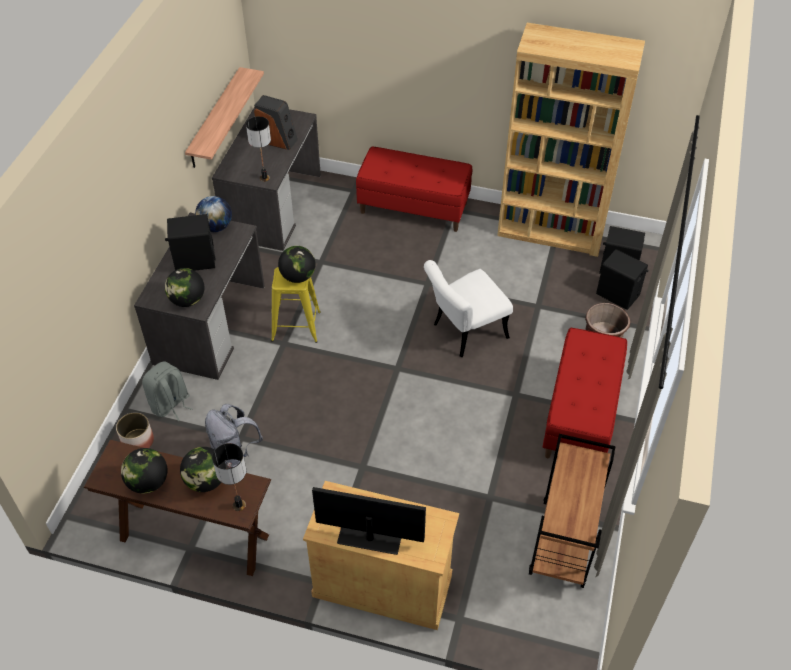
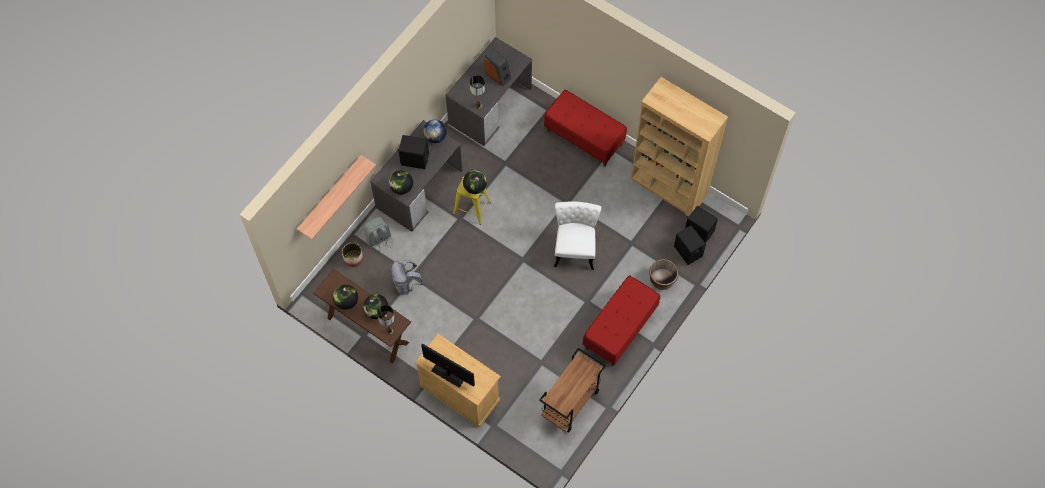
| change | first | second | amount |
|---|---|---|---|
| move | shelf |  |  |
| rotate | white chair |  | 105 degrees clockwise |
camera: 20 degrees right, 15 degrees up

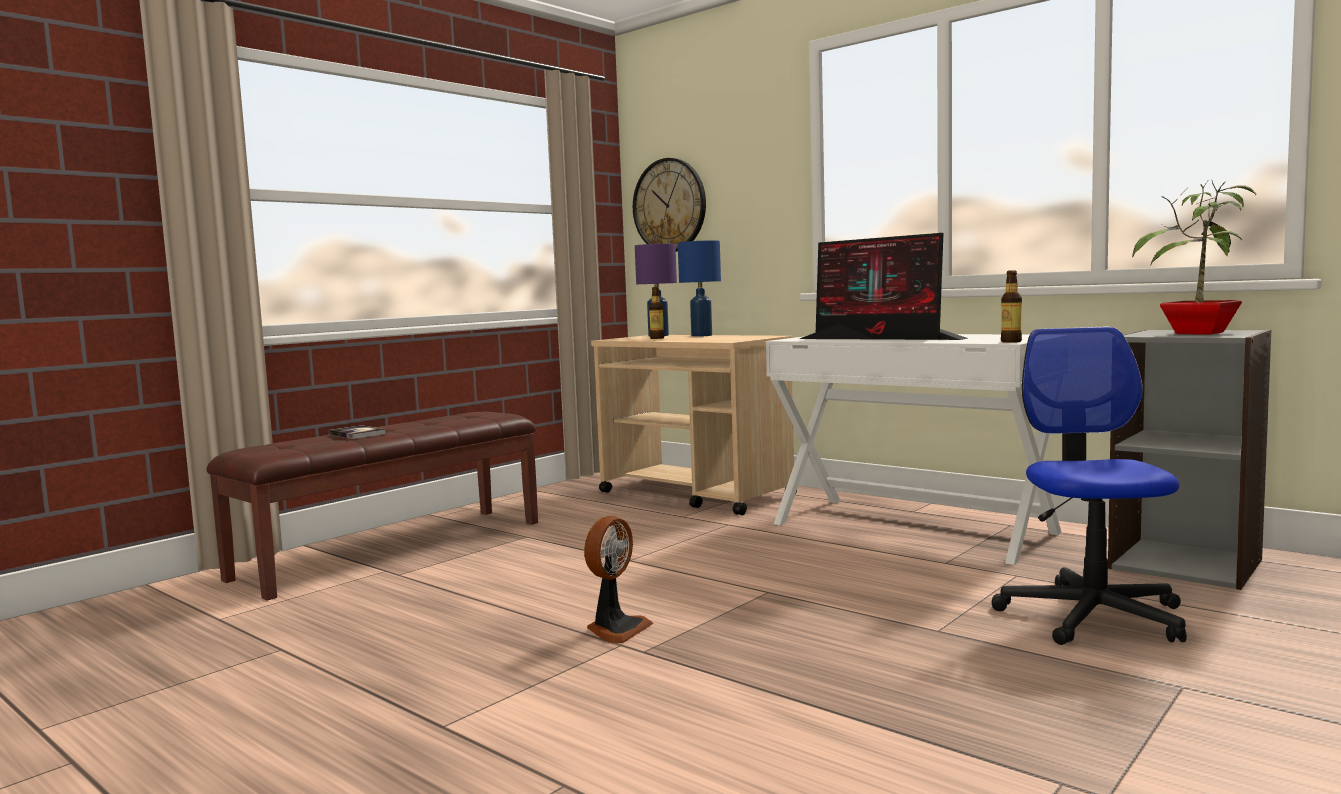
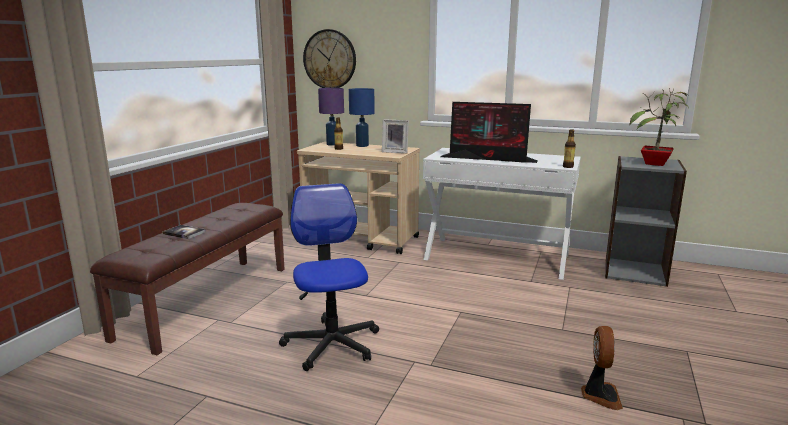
| change | first | second | amount |
|---|---|---|---|
| move | office chair |  |  |
| insert |  | picture frame |  |
| move | fan |  |  |
camera: 20 degrees left, 10 degrees up

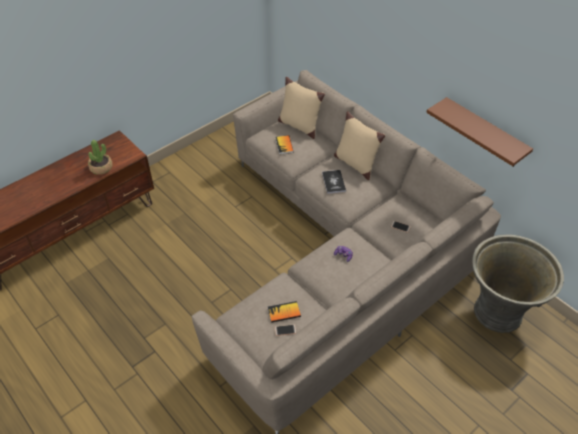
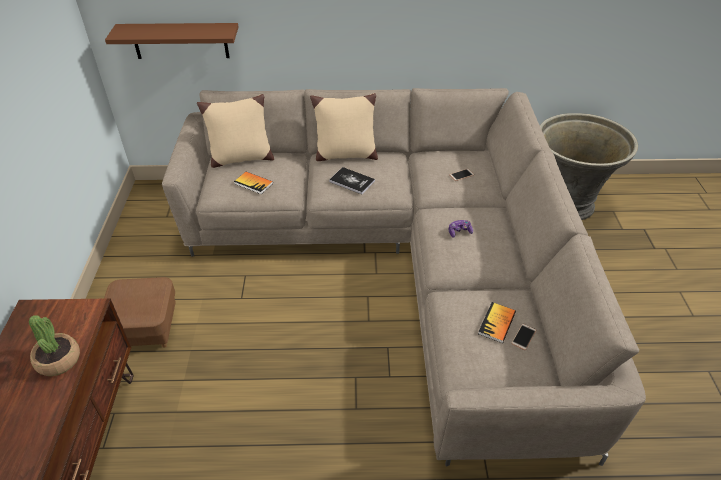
| change | first | second | amount |
|---|---|---|---|
| insert |  | brown ottoman |  |
| move | brown shelf |  |  |
camera: 50 degrees left, 5 degrees down

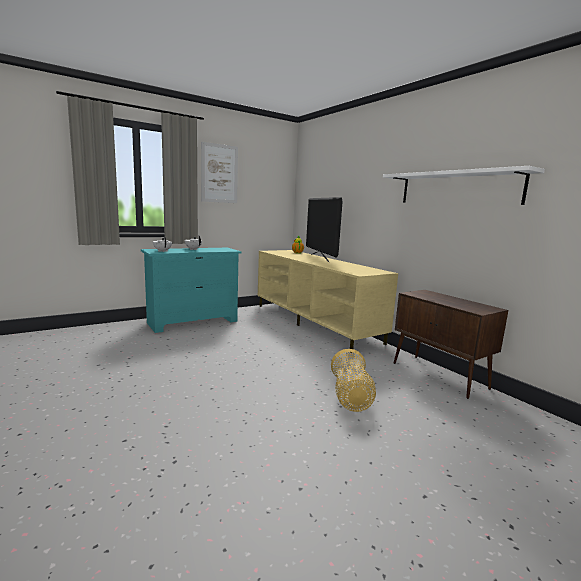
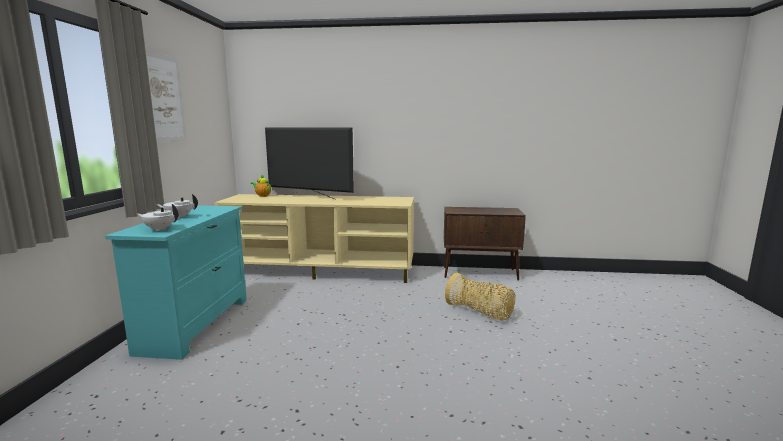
| change | first | second | amount |
|---|---|---|---|
| delete | white shelf |  |  |
camera: 50 degrees left, 0 degrees up

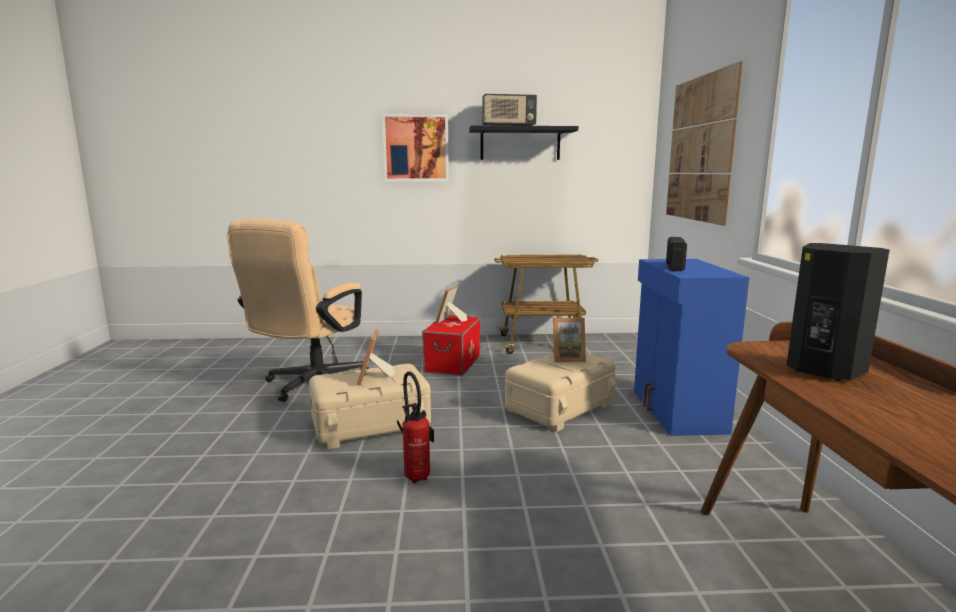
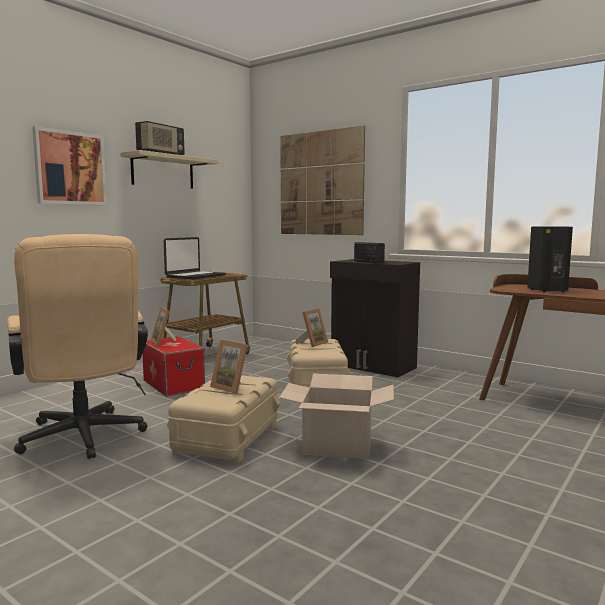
| change | first | second | amount |
|---|---|---|---|
| recolor | black shelf | beige shelf |  |
| insert |  | laptop |  |
| replace | fire extinguisher | cardboard box |  |
| recolor | blue cabinet | black cabinet |  |
camera: 50 degrees left, 5 degrees down

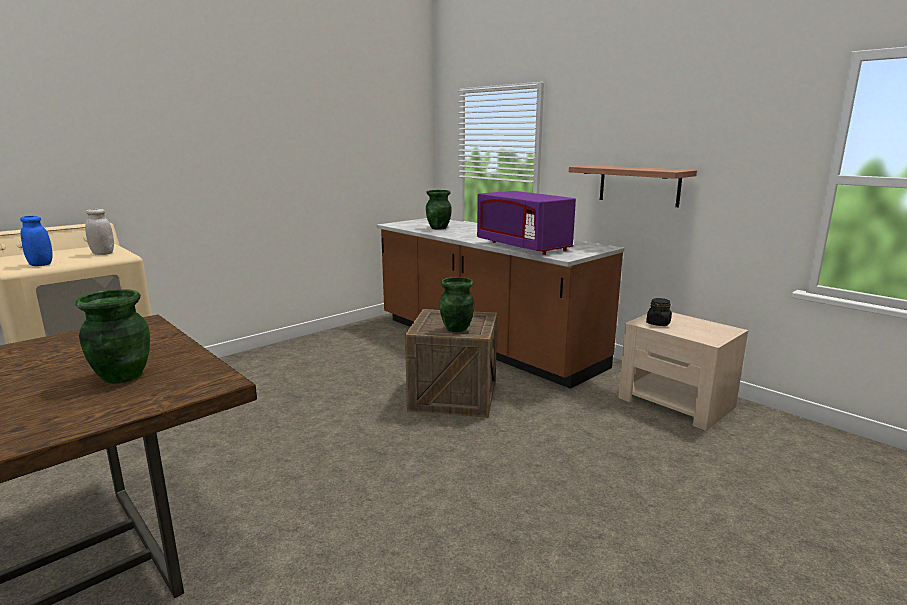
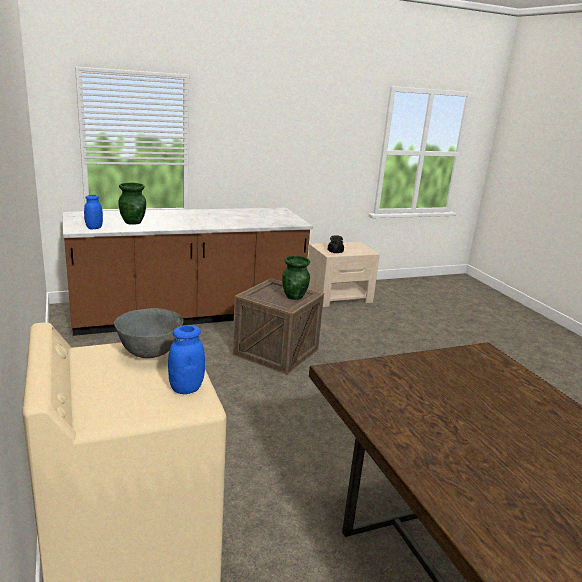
| change | first | second | amount |
|---|---|---|---|
| insert |  | blue jar (1st from left) |  |
| replace | white jar | grey bowl |  |
| delete | green vase (1st from left) |  |  |
| delete | purple microwave |  |  |
| delete | shelf |  |  |
camera: 70 degrees left, 5 degrees up

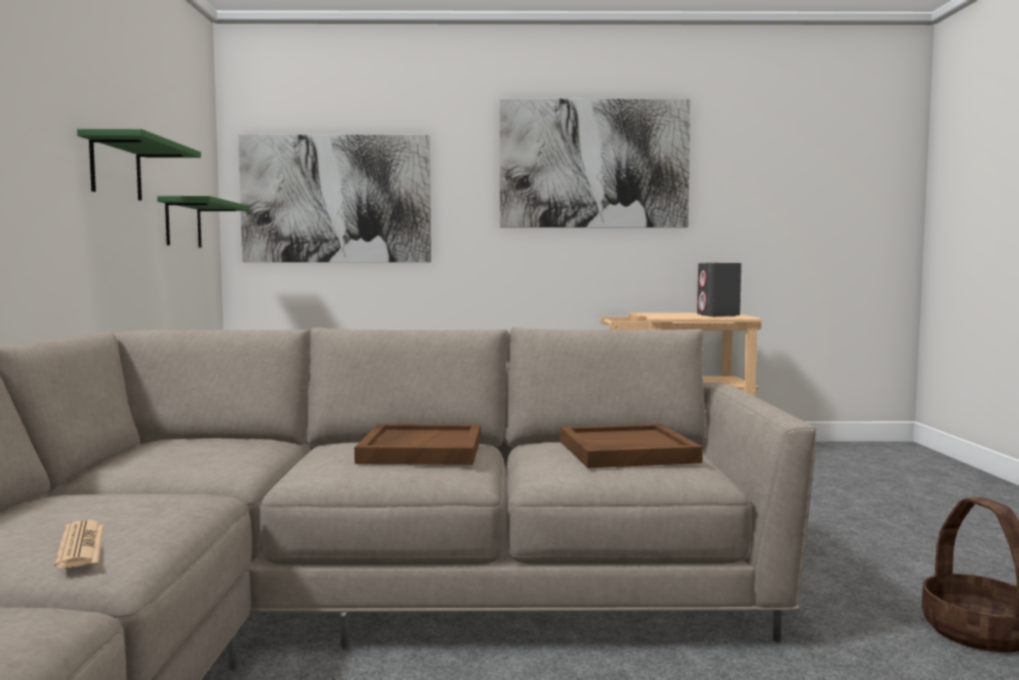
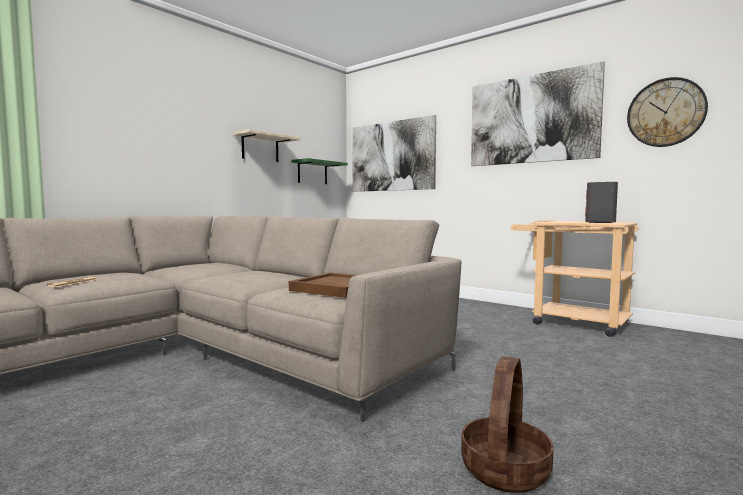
| change | first | second | amount |
|---|---|---|---|
| recolor | green shelf (1st from left) | beige shelf |  |
| insert |  | wall clock |  |
| delete | brown tray (1st from left) |  |  |
camera: 40 degrees right, 0 degrees up

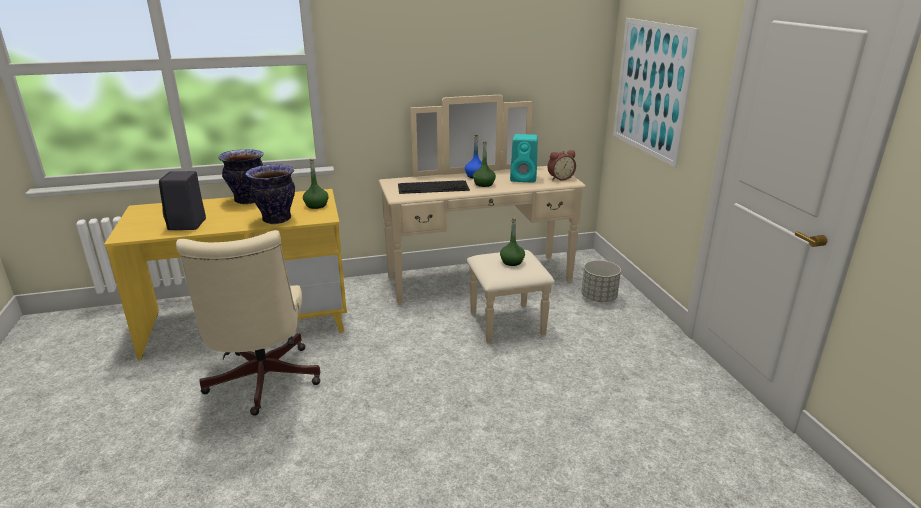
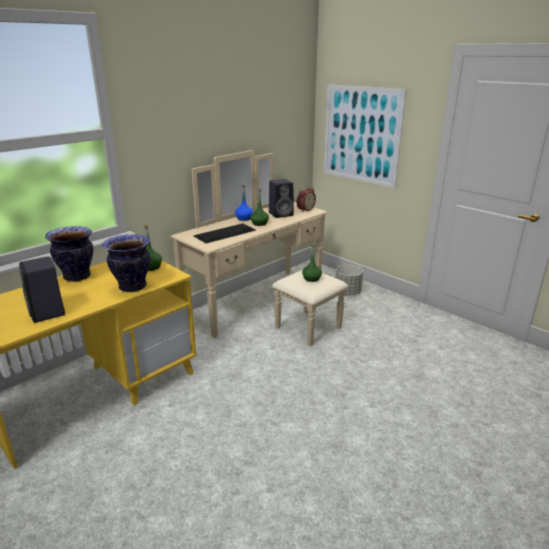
| change | first | second | amount |
|---|---|---|---|
| recolor | turquoise speaker | black speaker (2nd from left) |  |
| delete | beige office chair |  |  |
camera: 30 degrees left, 0 degrees up

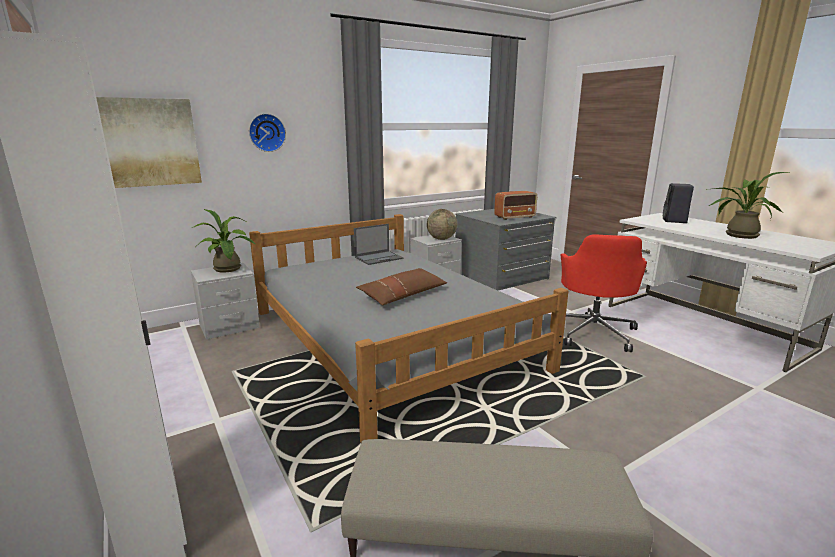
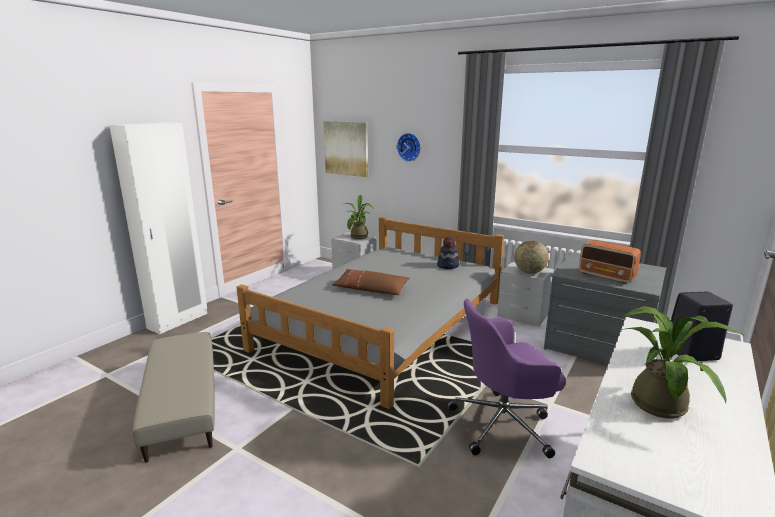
| change | first | second | amount |
|---|---|---|---|
| replace | laptop | hat |  |
| recolor | red office chair | purple office chair |  |
camera: 65 degrees right, 0 degrees up

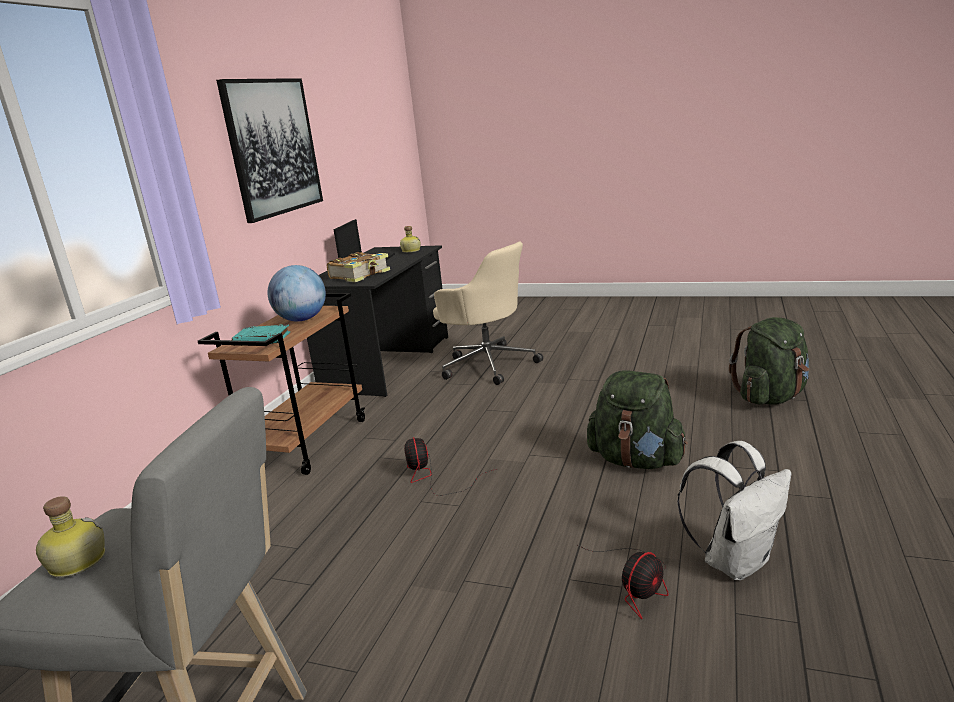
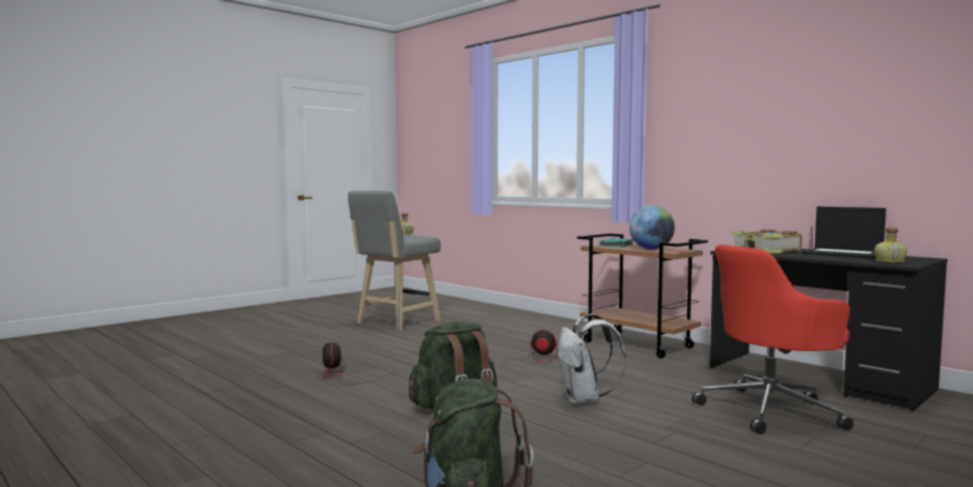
| change | first | second | amount |
|---|---|---|---|
| move | white backpack |  |  |
| recolor | beige office chair | red office chair |  |
| delete | picture |  |  |
camera: 115 degrees right, 15 degrees down

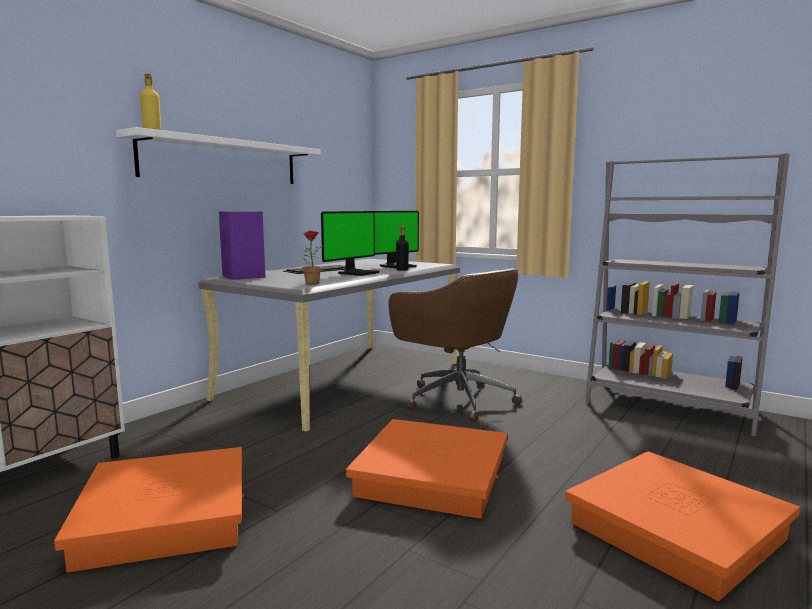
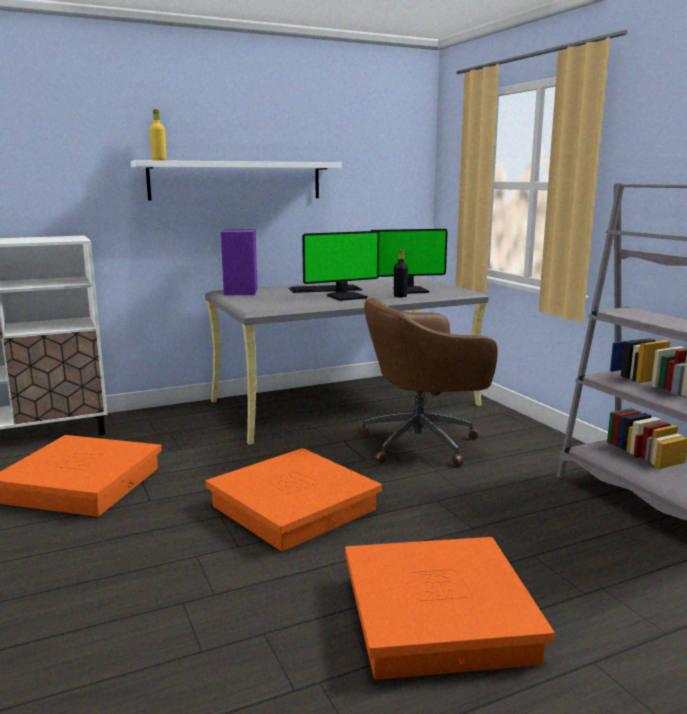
| change | first | second | amount |
|---|---|---|---|
| rotate | brown office chair |  | 90 degrees clockwise |
| delete | potted plant |  |  |
camera: 30 degrees right, 5 degrees up

